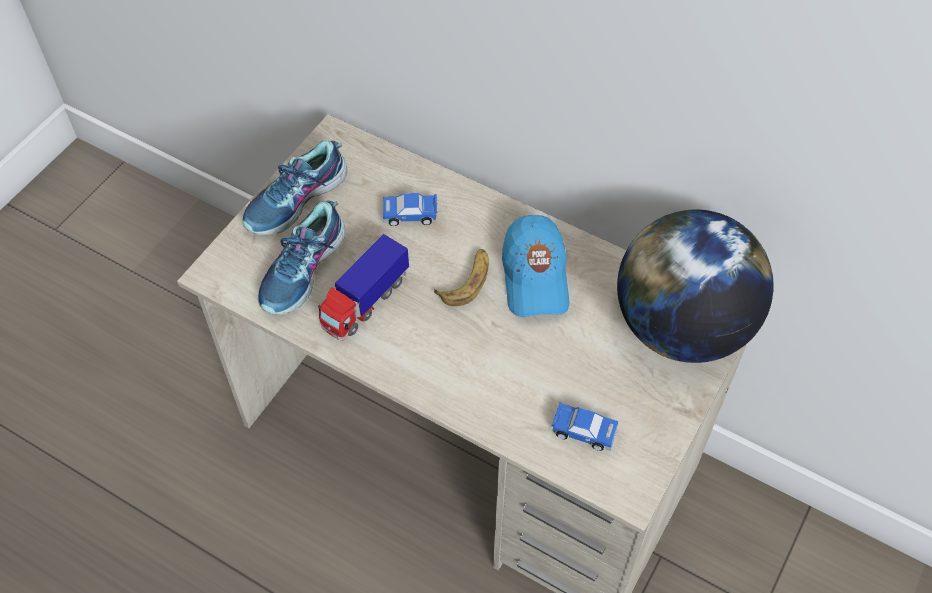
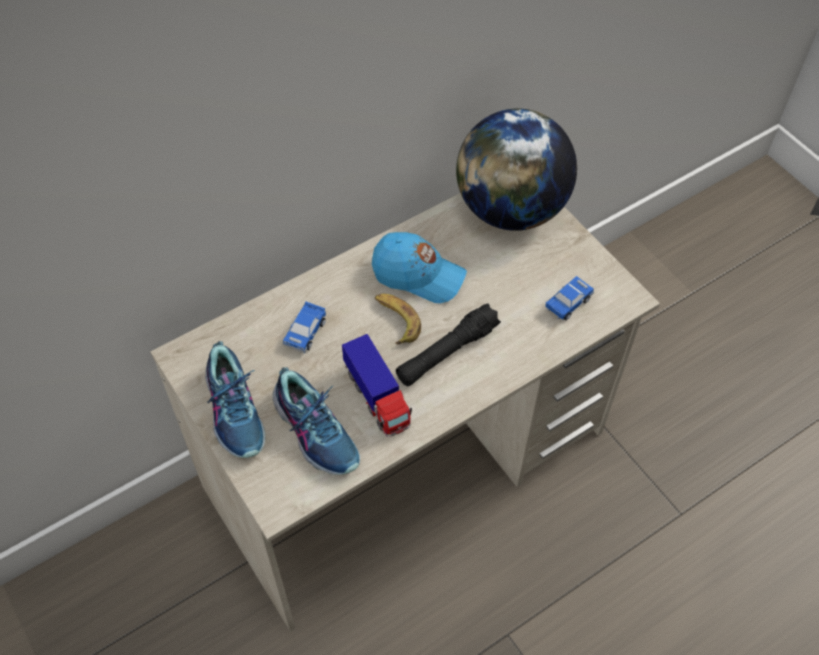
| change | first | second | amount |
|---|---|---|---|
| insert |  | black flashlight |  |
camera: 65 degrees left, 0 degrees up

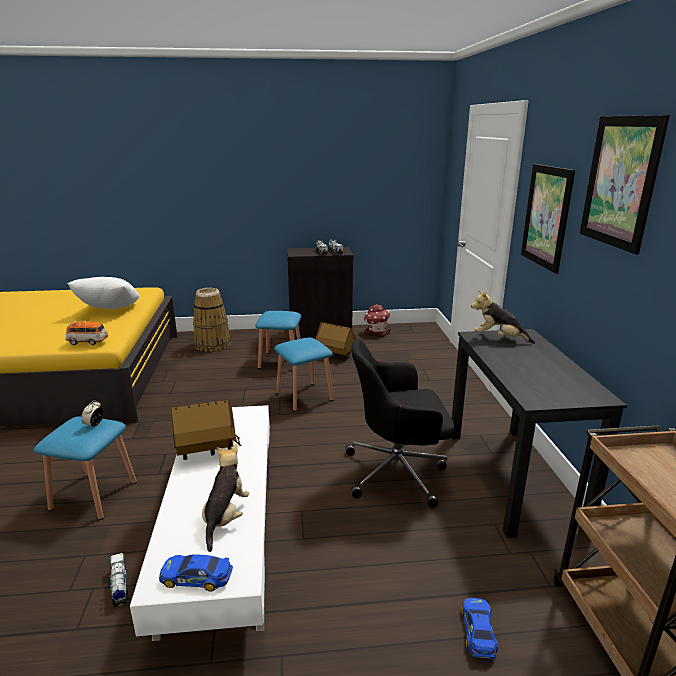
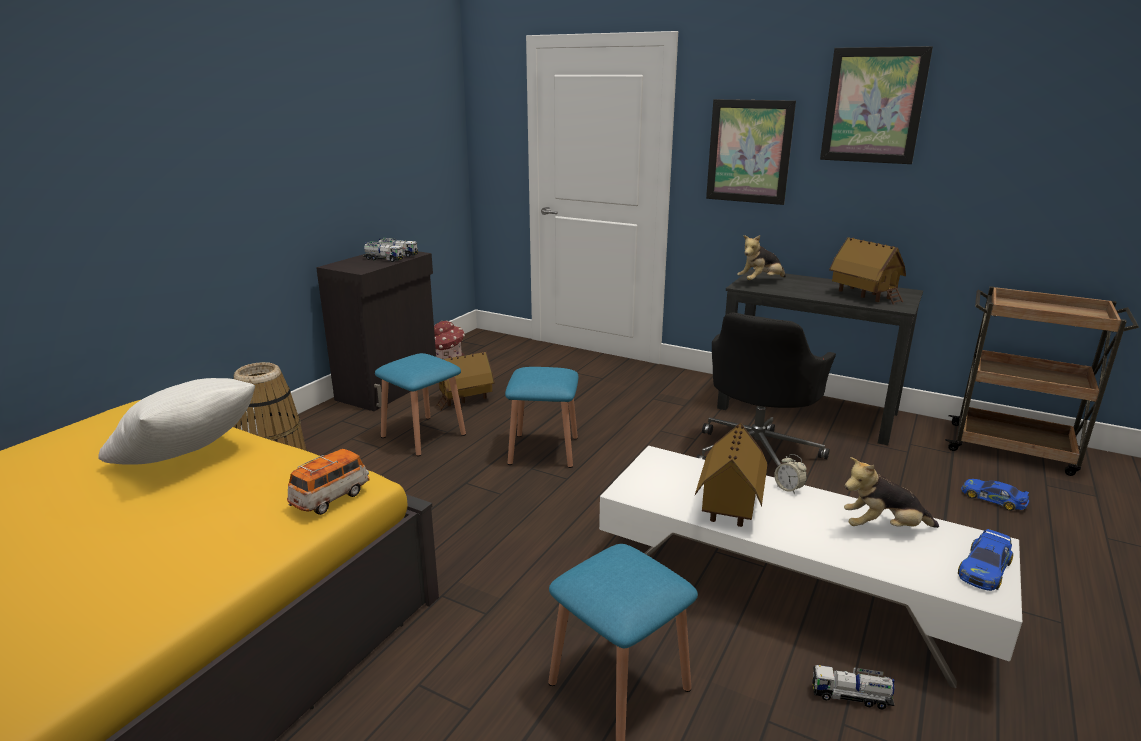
| change | first | second | amount |
|---|---|---|---|
| move | alarm clock |  |  |
| insert |  | toy house (4th from left) |  |
| rotate | plush toy (1st from left in the first image) | plush toy (2nd from left) | 45 degrees counterclockwise |
camera: 55 degrees left, 0 degrees up

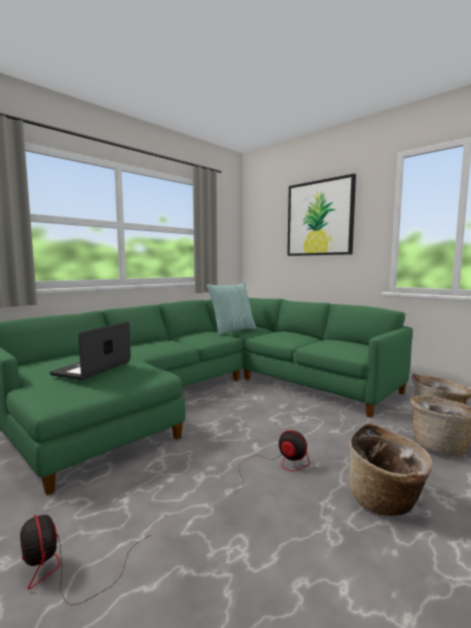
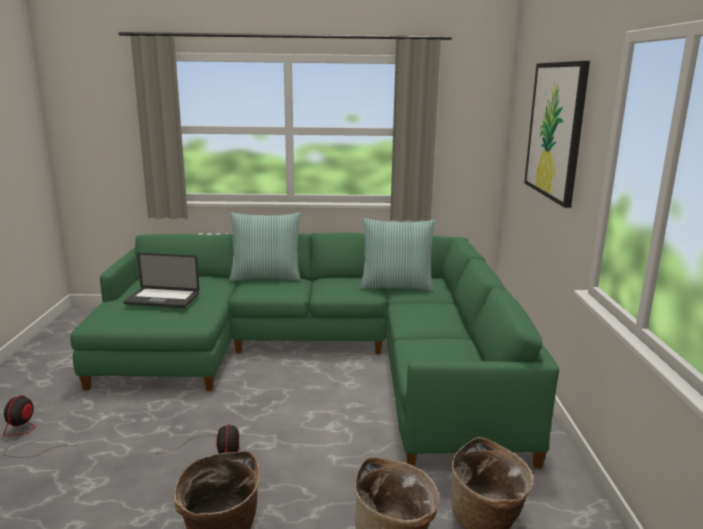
| change | first | second | amount |
|---|---|---|---|
| rotate | laptop |  | 150 degrees counterclockwise |
| insert |  | pillow (1st from left) |  |
camera: 45 degrees right, 10 degrees up

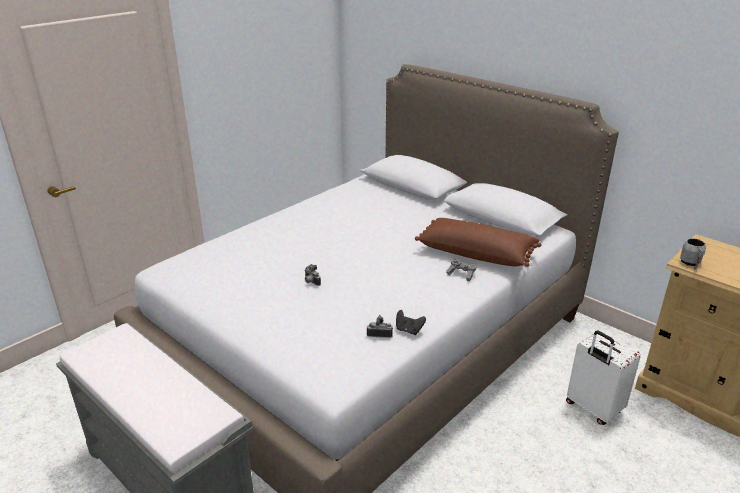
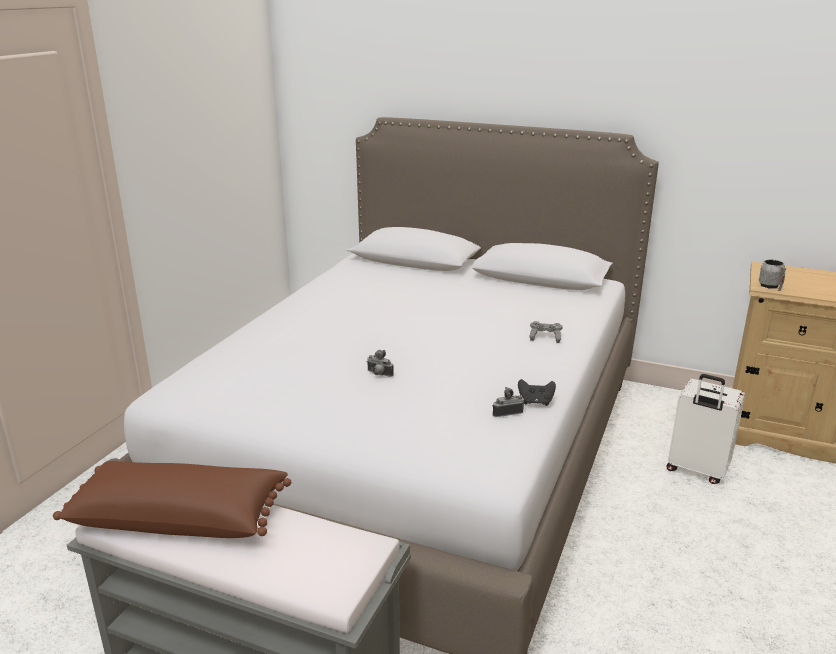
| change | first | second | amount |
|---|---|---|---|
| move | brown pillow |  |  |
camera: 20 degrees left, 5 degrees down

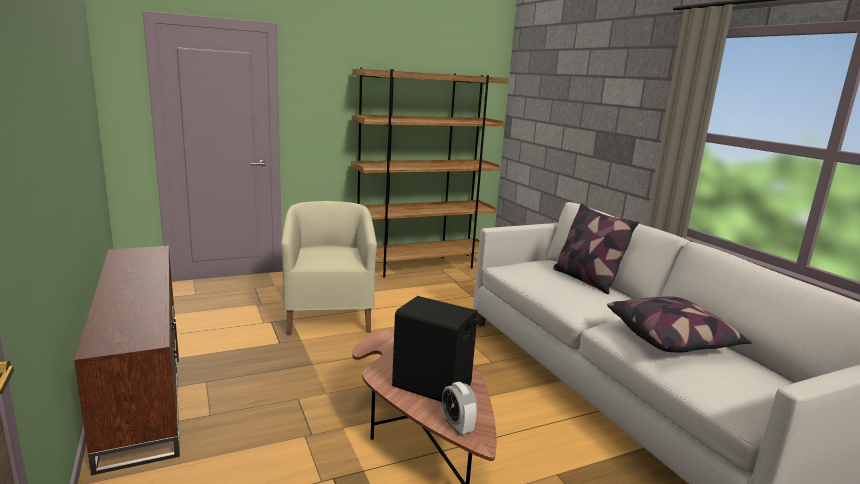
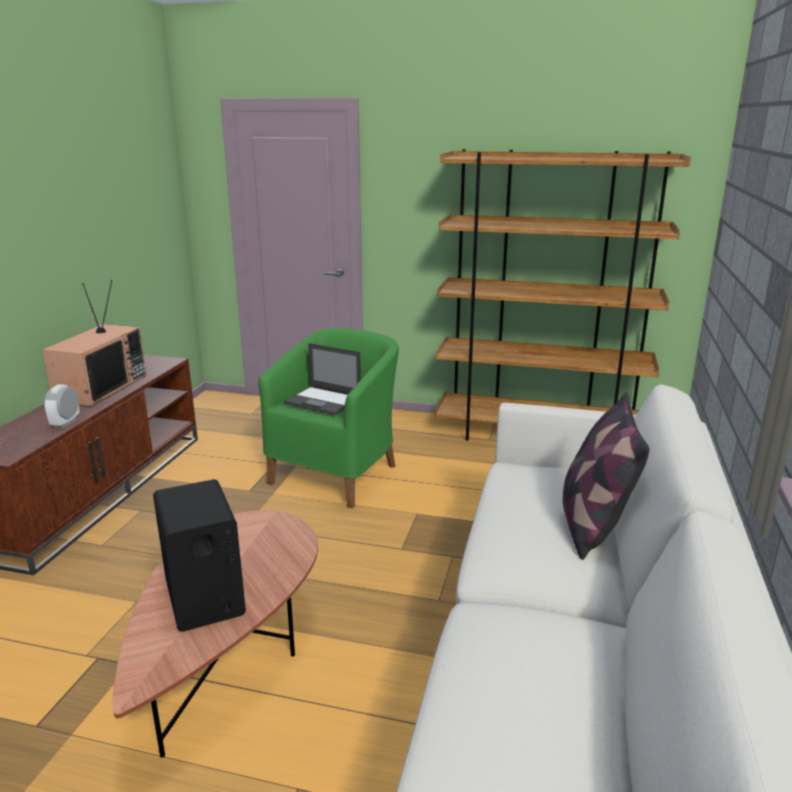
| change | first | second | amount |
|---|---|---|---|
| insert |  | television |  |
| move | alarm clock |  |  |
| recolor | beige armchair | green armchair |  |
| insert |  | laptop |  |
| delete | pillow (2nd from left) |  |  |
camera: 40 degrees right, 5 degrees up

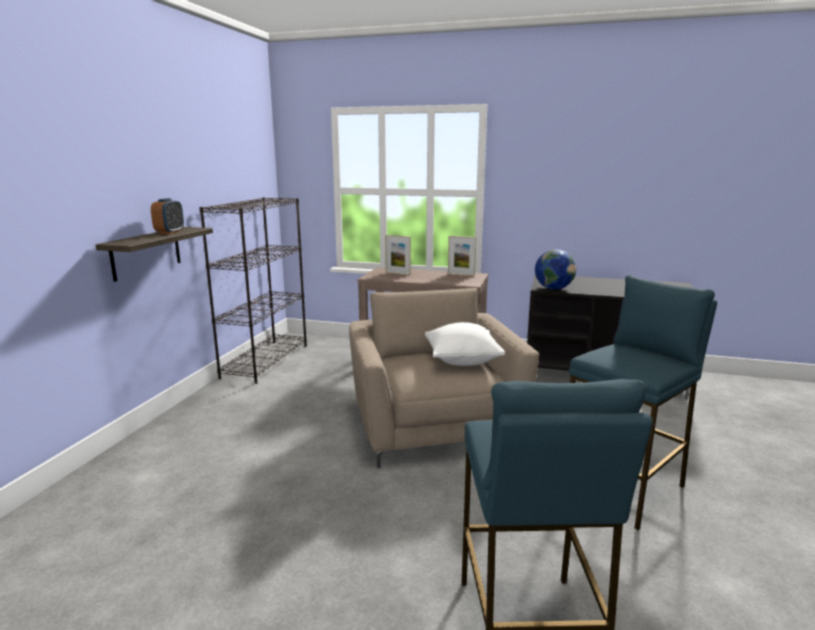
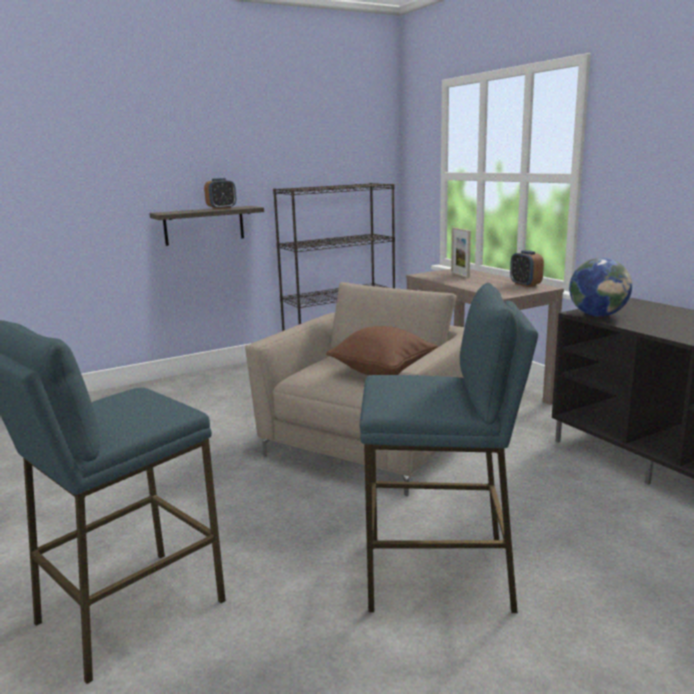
| change | first | second | amount |
|---|---|---|---|
| recolor | white pillow | brown pillow |  |
| replace | picture frame (2nd from left) | alarm clock (2nd from left) |  |
camera: 45 degrees right, 0 degrees up

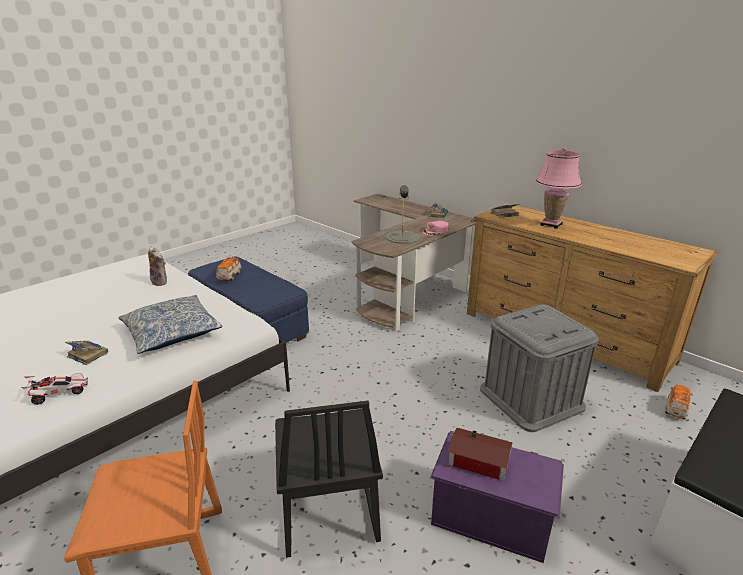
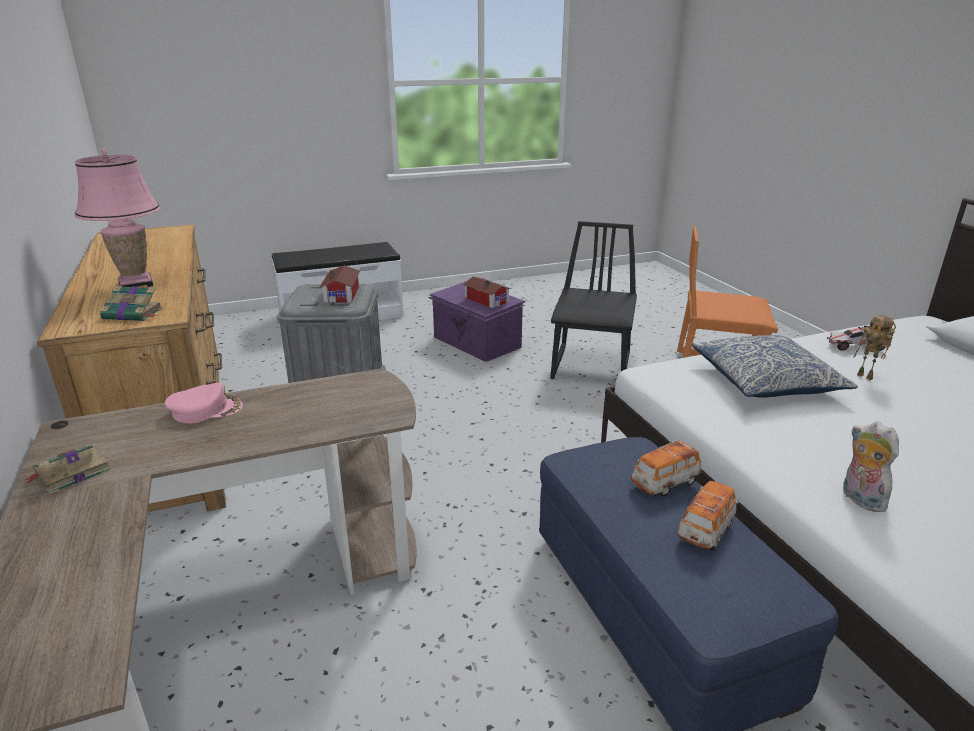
| change | first | second | amount |
|---|---|---|---|
| insert |  | toy house (1st from left) |  |
| move | toy car (3rd from left in the first image) | toy car (1st from left) |  |
| replace | book (1st from left) | toy robot |  |
| delete | grey table lamp |  |  |
camera: 155 degrees left, 0 degrees up

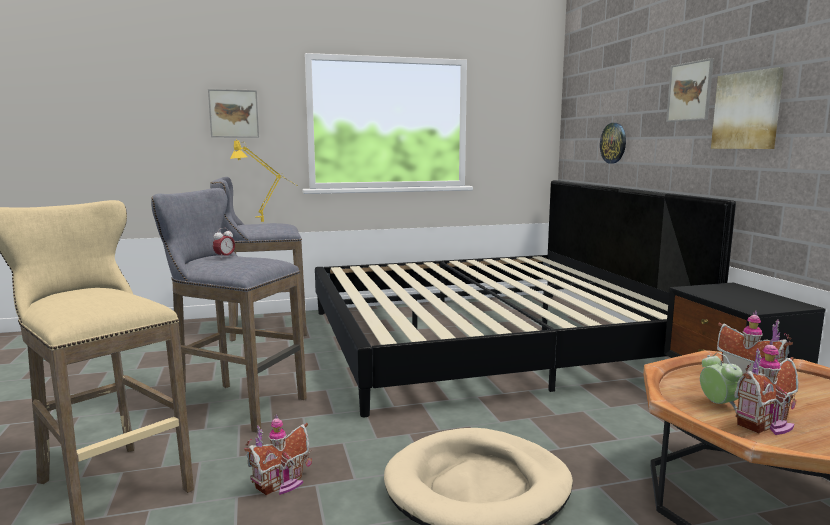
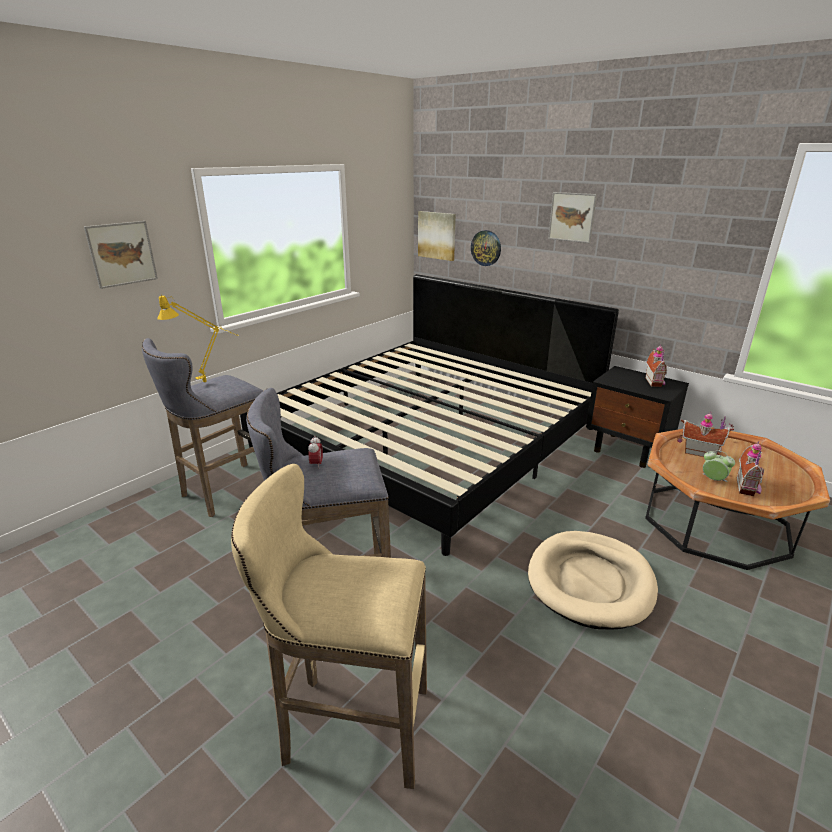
| change | first | second | amount |
|---|---|---|---|
| move | picture (3rd from left in the first image) | picture (2nd from left) |  |
| move | toy house (1st from left) |  |  |
camera: 35 degrees left, 15 degrees up

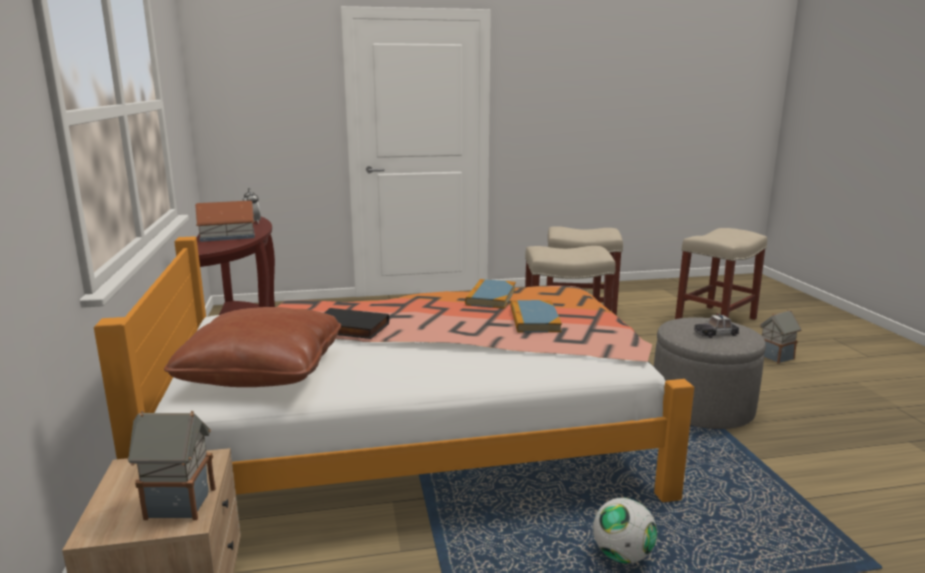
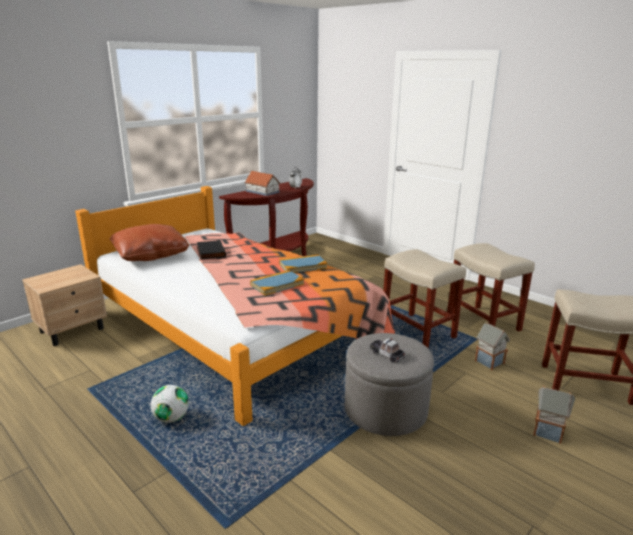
| change | first | second | amount |
|---|---|---|---|
| move | toy house (1st from left in the first image) | toy house (2nd from left) |  |
camera: 55 degrees right, 5 degrees up

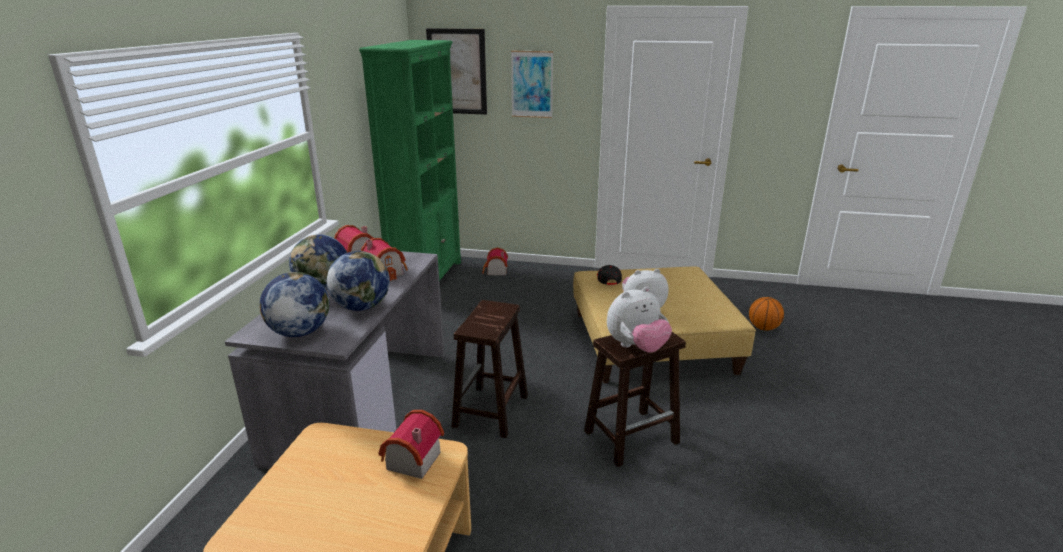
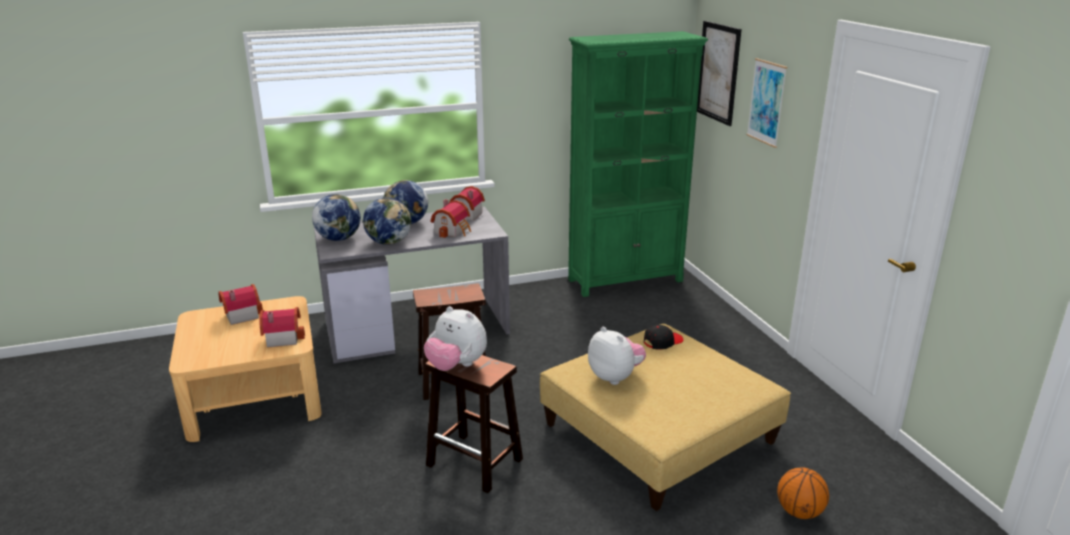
| change | first | second | amount |
|---|---|---|---|
| move | toy house (4th from left in the first image) | toy house (1st from left) |  |
camera: 60 degrees right, 0 degrees up

